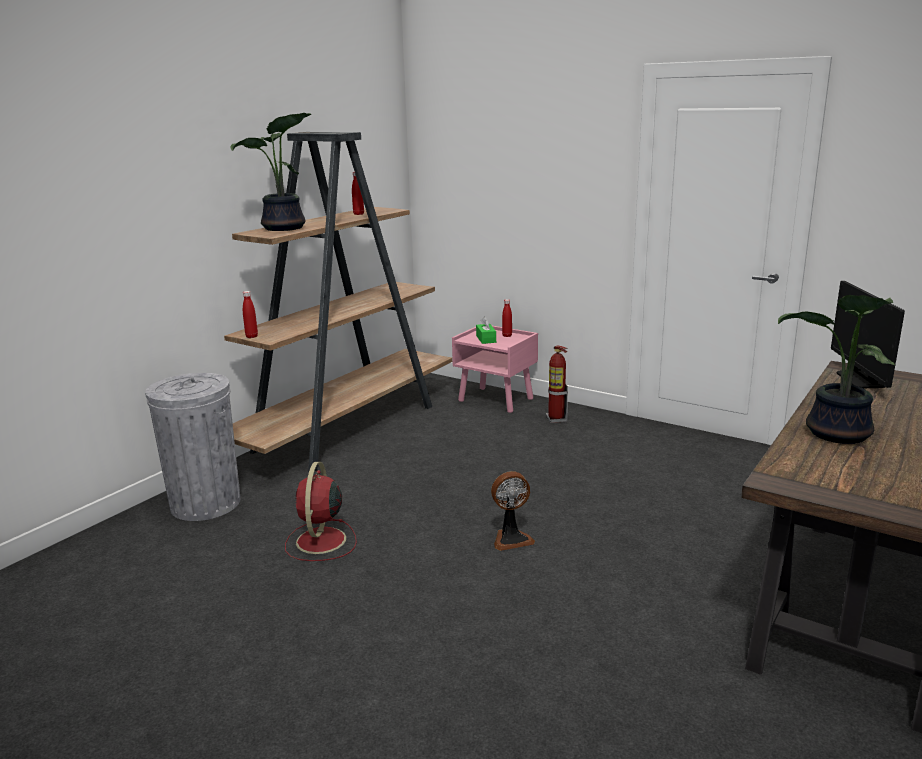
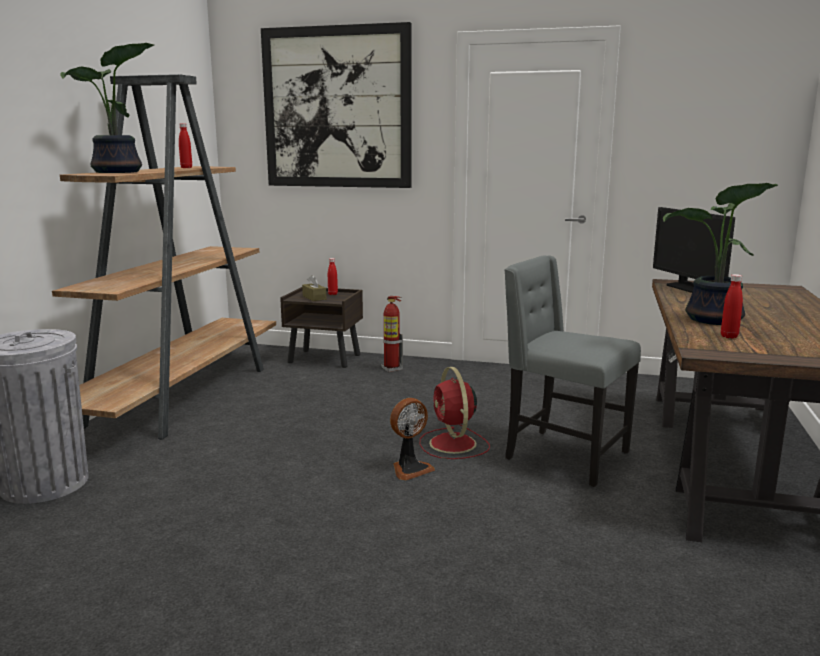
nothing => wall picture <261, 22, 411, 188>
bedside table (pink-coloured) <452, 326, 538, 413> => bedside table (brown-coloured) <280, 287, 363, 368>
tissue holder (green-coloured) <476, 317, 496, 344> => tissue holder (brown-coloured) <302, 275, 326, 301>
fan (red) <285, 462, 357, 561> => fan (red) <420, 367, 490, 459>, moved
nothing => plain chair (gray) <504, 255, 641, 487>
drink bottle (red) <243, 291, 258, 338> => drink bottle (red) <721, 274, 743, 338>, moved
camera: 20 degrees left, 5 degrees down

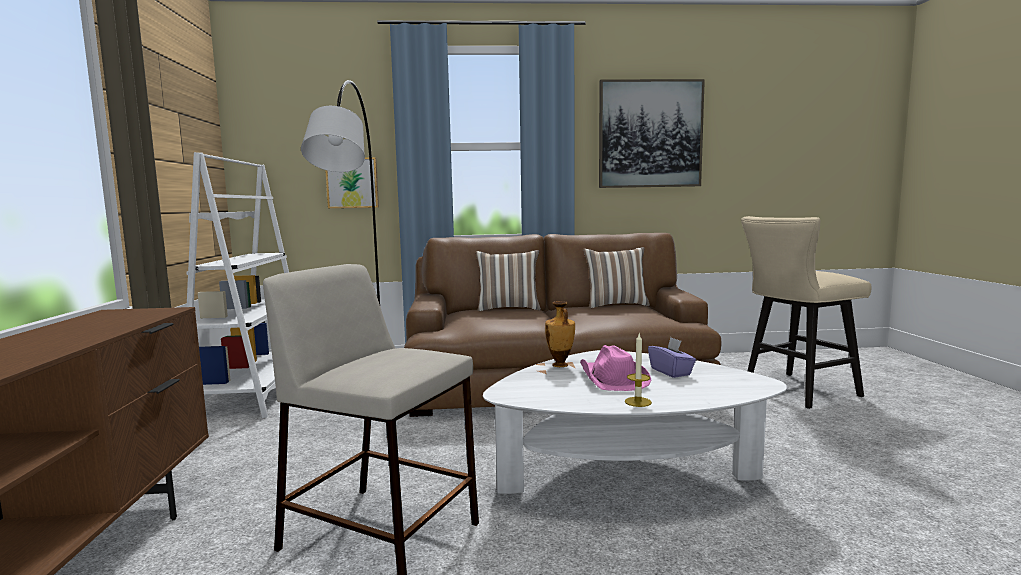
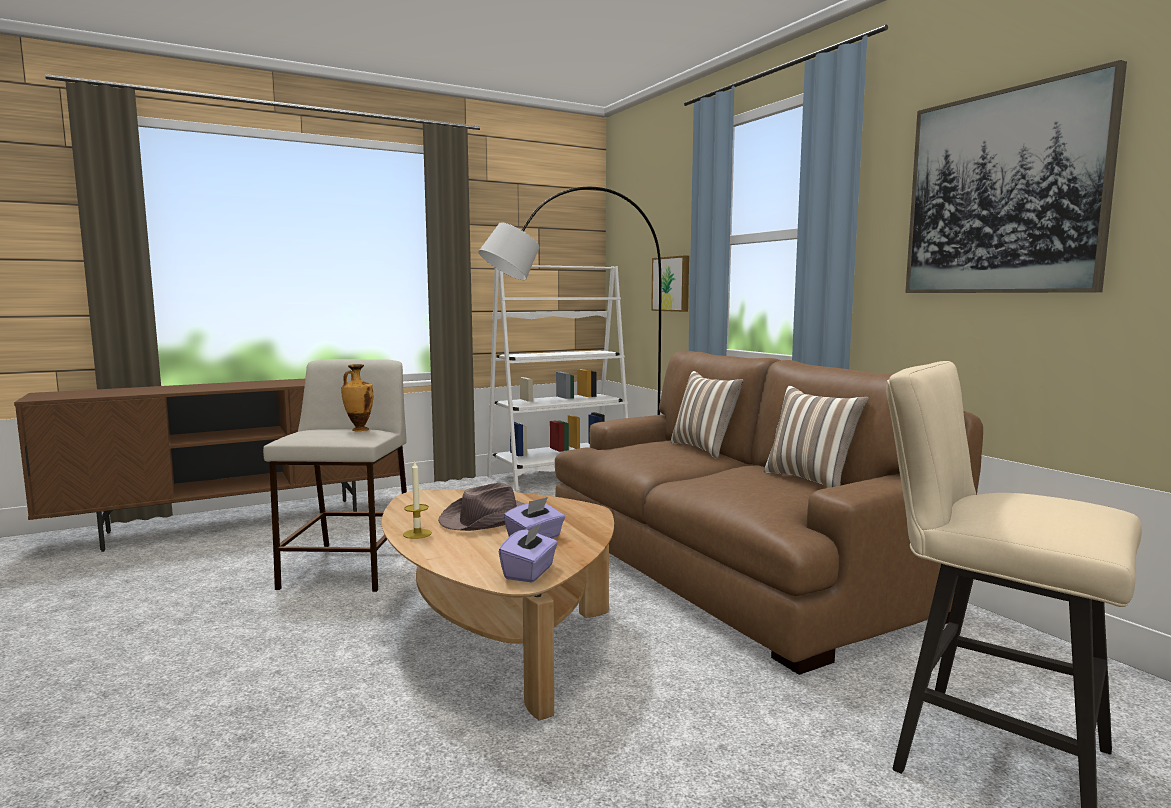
decorative vase <545, 301, 575, 367> => decorative vase <341, 364, 373, 431>, moved
lounge table (white-coloured) <483, 350, 787, 494> => lounge table (brown-coloured) <382, 489, 614, 720>
hat (pink-coloured) <580, 345, 651, 391> => hat (brown-coloured) <438, 482, 525, 531>
nothing => tissue holder (purplish) <499, 523, 558, 583>
camera: 65 degrees right, 0 degrees up

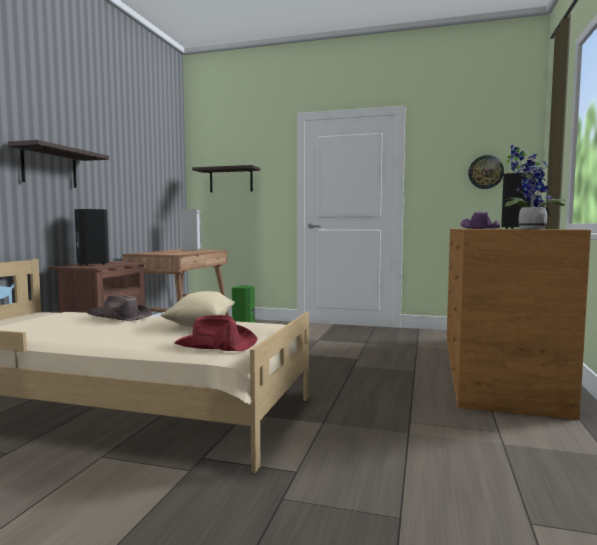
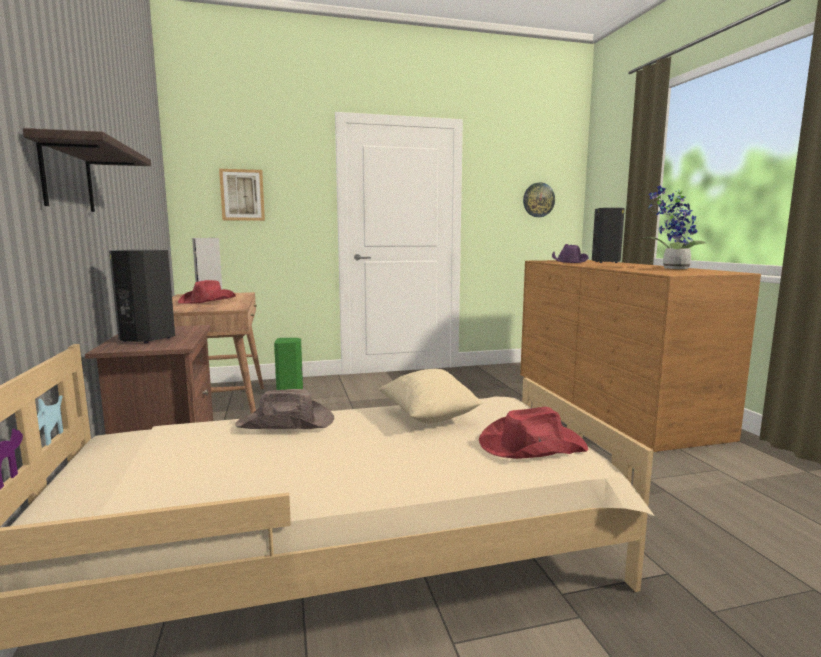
nothing => hat (red) <178, 280, 236, 304>
bracket shelf <192, 165, 260, 192> => wall picture <219, 169, 265, 221>
camera: 30 degrees left, 5 degrees up

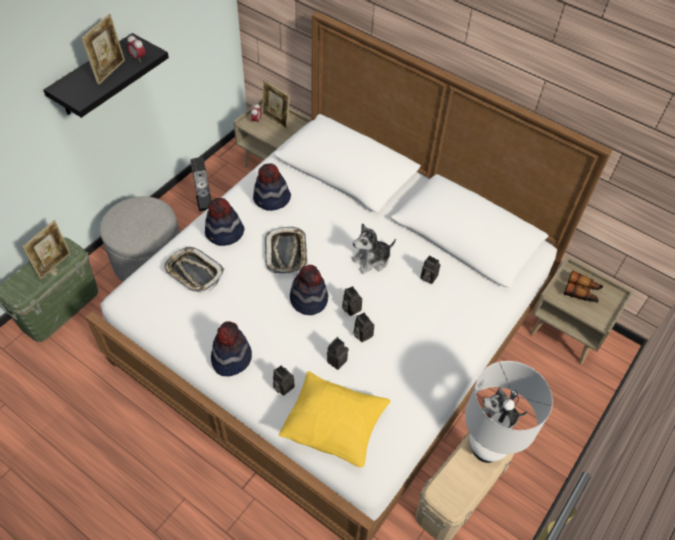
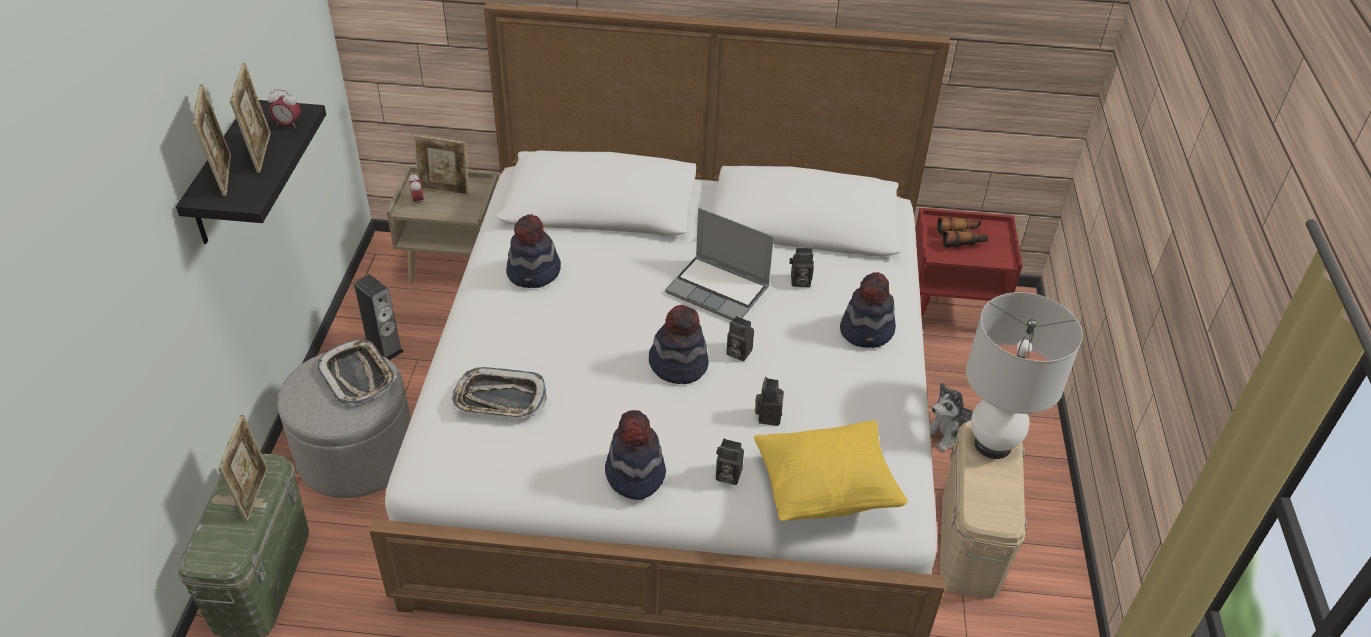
nothing => picture frame <193, 84, 231, 196>
serving tray <265, 227, 307, 274> => serving tray <316, 339, 397, 406>, moved
plush toy <352, 223, 396, 274> => notebook computer <665, 208, 774, 320>
hat <205, 198, 245, 246> => hat <840, 272, 896, 348>, moved
bedside table (beige) <530, 257, 634, 364> => bedside table (red) <915, 208, 1023, 318>
still camera <353, 312, 374, 342> => nothing
camera: 30 degrees left, 10 degrees down

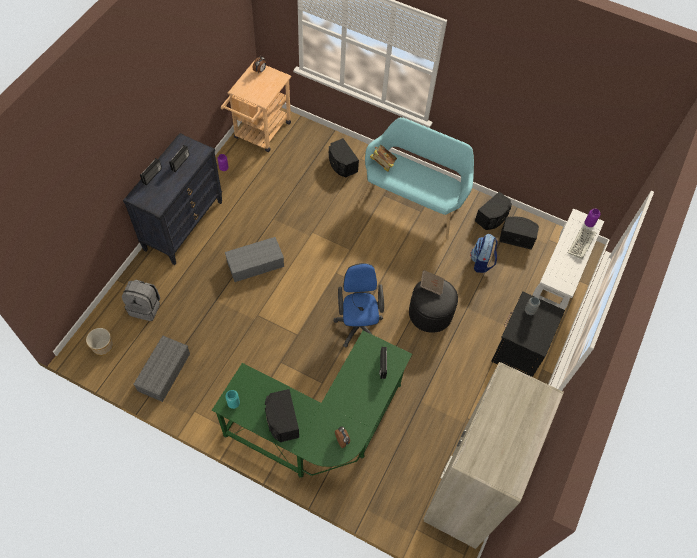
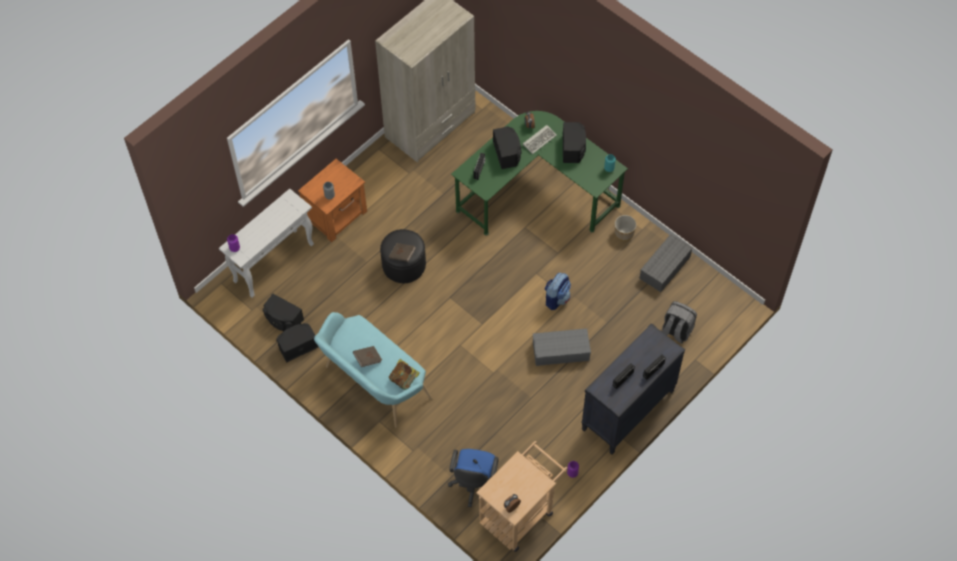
bedside table (blackish) <491, 291, 565, 377> => bedside table (orangey) <298, 159, 367, 242>
nothing => volume (brown-coloured) <353, 346, 382, 367>
office chair (blue-coloured) <334, 263, 384, 348> => office chair (blue-coloured) <448, 449, 499, 507>, moved
loudspeaker (blackish) <329, 138, 359, 178> => loudspeaker (blackish) <493, 126, 521, 169>, moved
PC keyboard <568, 228, 597, 259> => PC keyboard <523, 125, 557, 154>, moved
backpack <470, 234, 498, 273> => backpack <544, 273, 571, 310>, moved
flower pot <86, 328, 113, 355> => flower pot <615, 215, 637, 241>, moved
camera: 160 degrees left, 0 degrees up

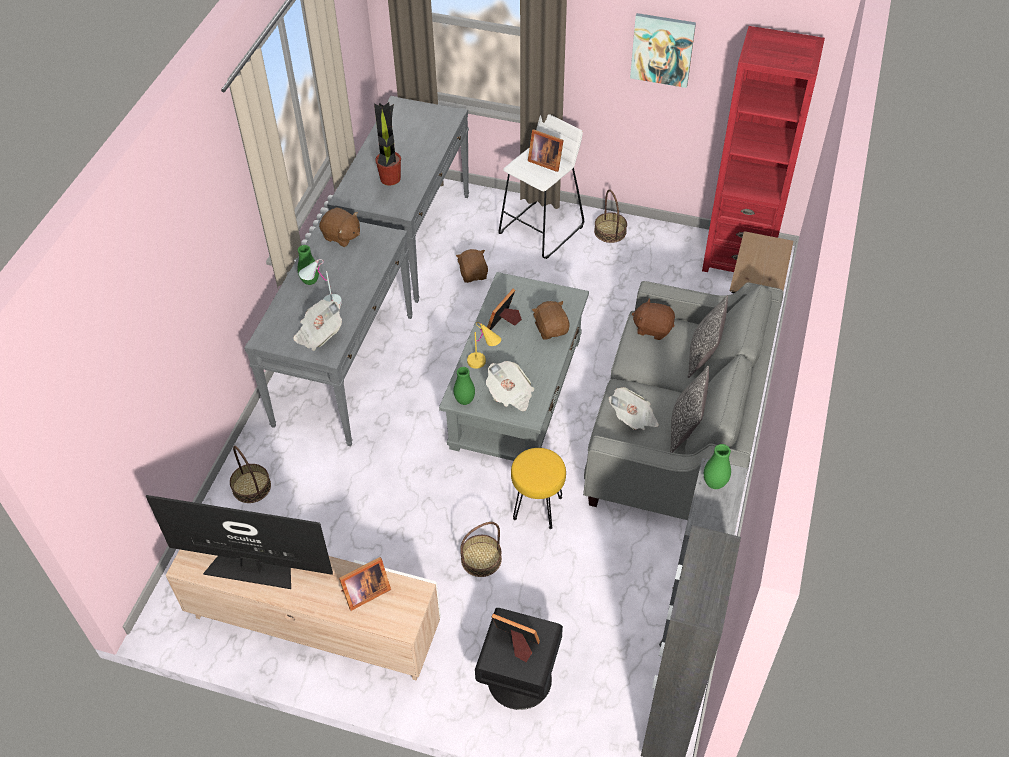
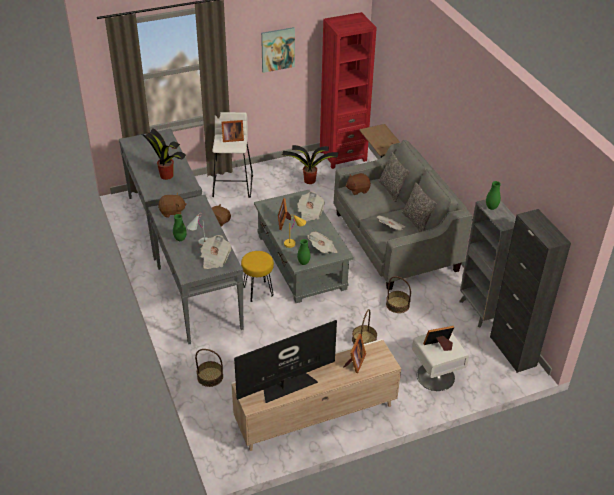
stool (yellow) <511, 448, 566, 529> => stool (yellow) <241, 251, 274, 302>, moved
nothing => plant in a pot <282, 145, 338, 184>
plush toy (brown-coloured) <532, 301, 570, 339> => newspaper <297, 192, 325, 221>
household basket <594, 189, 627, 243> => household basket <386, 276, 411, 313>, moved
bedside table (blackish) <475, 608, 563, 710> => bedside table (white-coloured) <412, 333, 469, 391>
camera: 40 degrees left, 10 degrees down

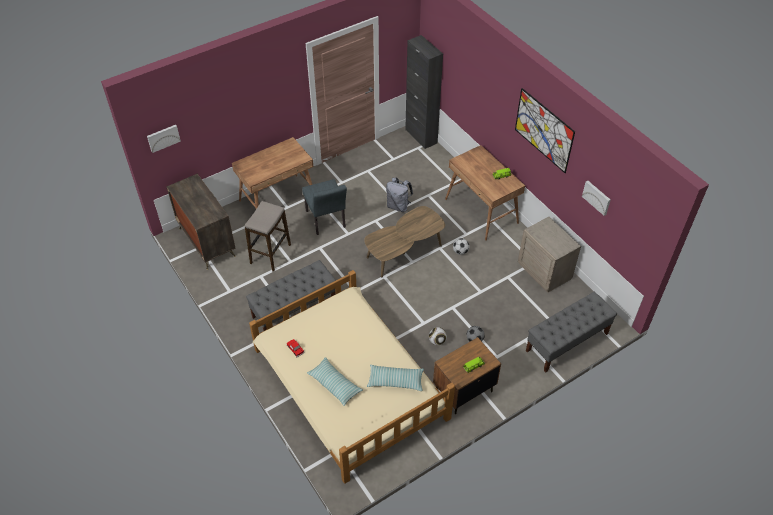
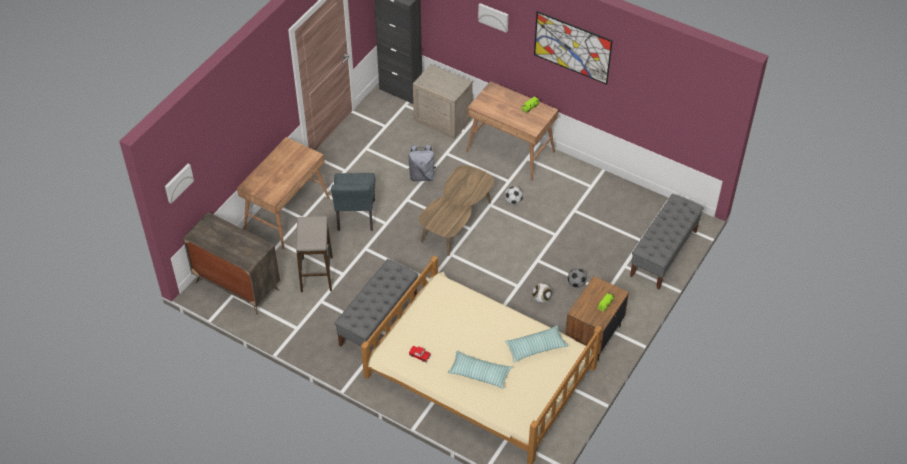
plain chair (gray) <302, 179, 347, 235> => plain chair (gray) <331, 173, 375, 231>, 45 degrees clockwise
bedside table (beige) <518, 217, 581, 292> => bedside table (beige) <413, 64, 473, 139>, moved
wall picture <582, 181, 610, 216> => wall picture <478, 3, 509, 33>, moved
camera: 25 degrees left, 0 degrees up

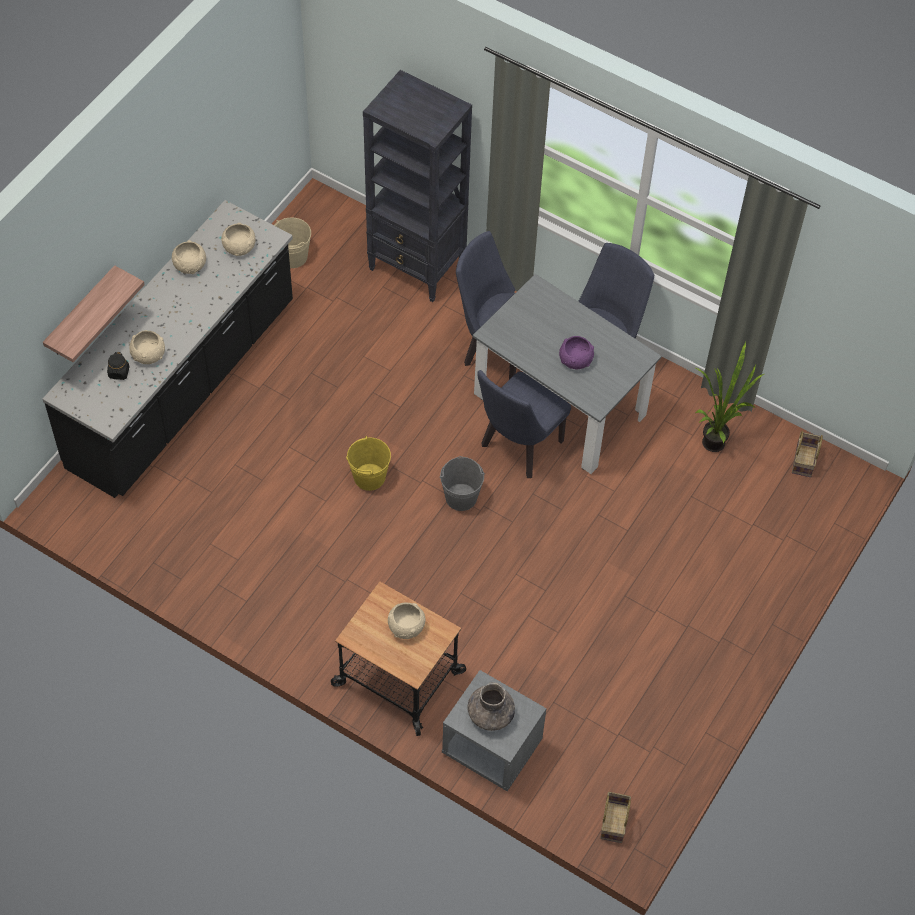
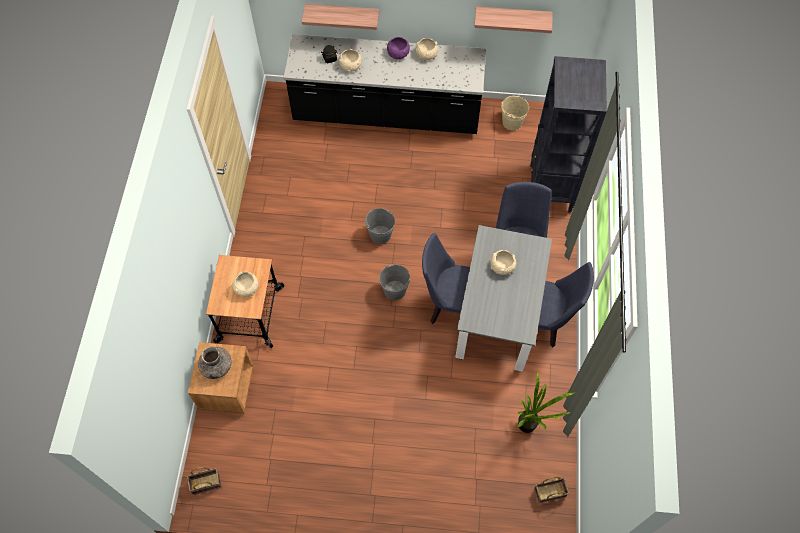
bedside table (gray) <442, 670, 546, 791> => bedside table (brown-coloured) <188, 342, 254, 414>
water bucket (yellow) <346, 436, 391, 491> => water bucket (gray) <365, 208, 395, 244>
deep dish (purplish) <559, 336, 594, 369> => deep dish (purplish) <387, 37, 410, 59>, moved
nothing => bracket shelf <474, 6, 553, 33>
deep dish (beige) <221, 223, 255, 256> => deep dish (beige) <490, 250, 516, 275>, moved
camera: 65 degrees right, 5 degrees up

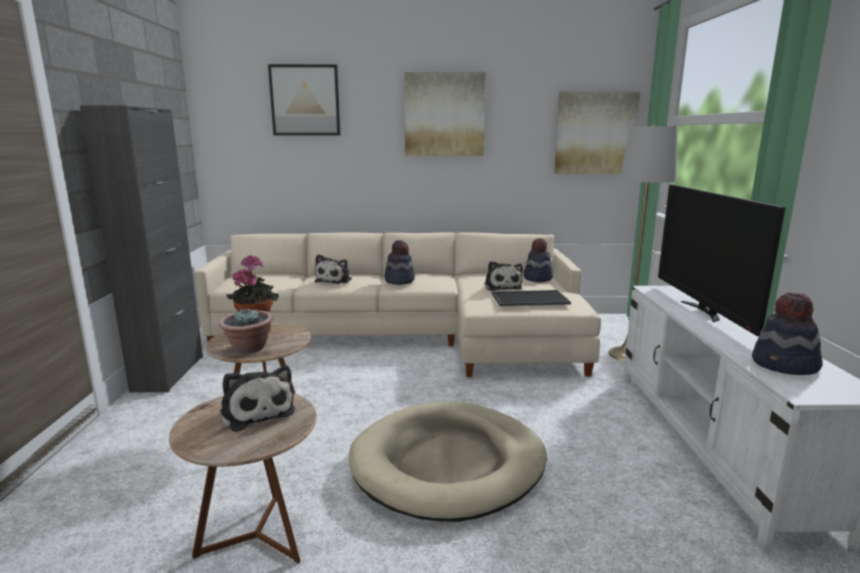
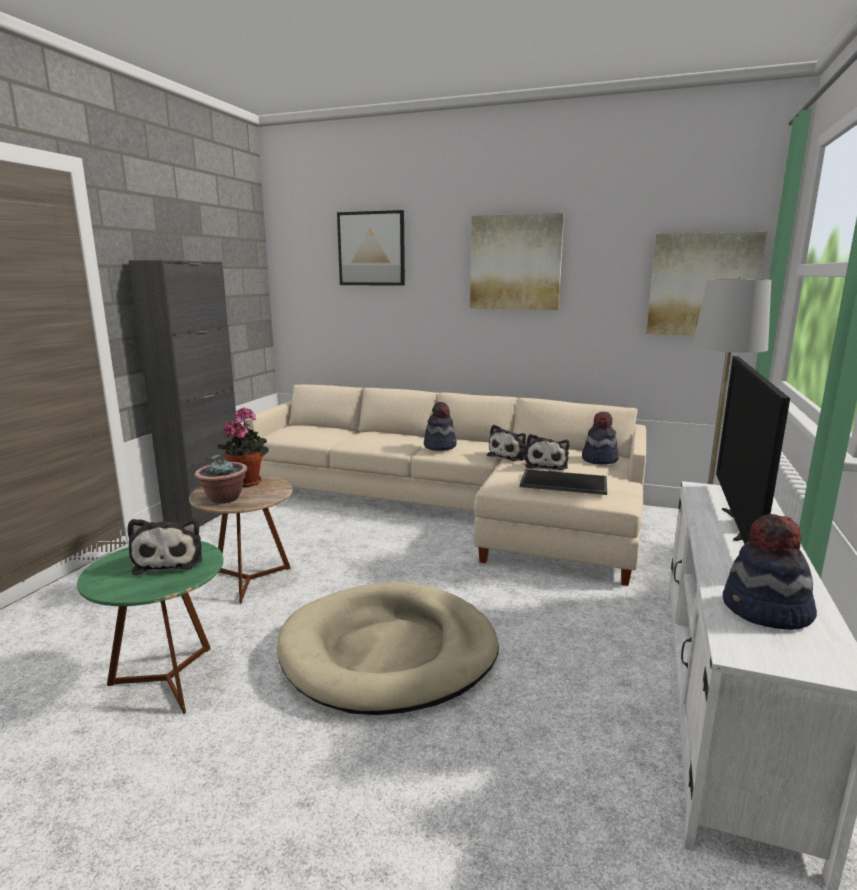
accent table (brown-coloured) <169, 393, 317, 564> => accent table (green-coloured) <77, 541, 223, 714>
plush toy <314, 254, 352, 284> => plush toy <487, 425, 527, 461>, moved
camera: 20 degrees right, 0 degrees up

